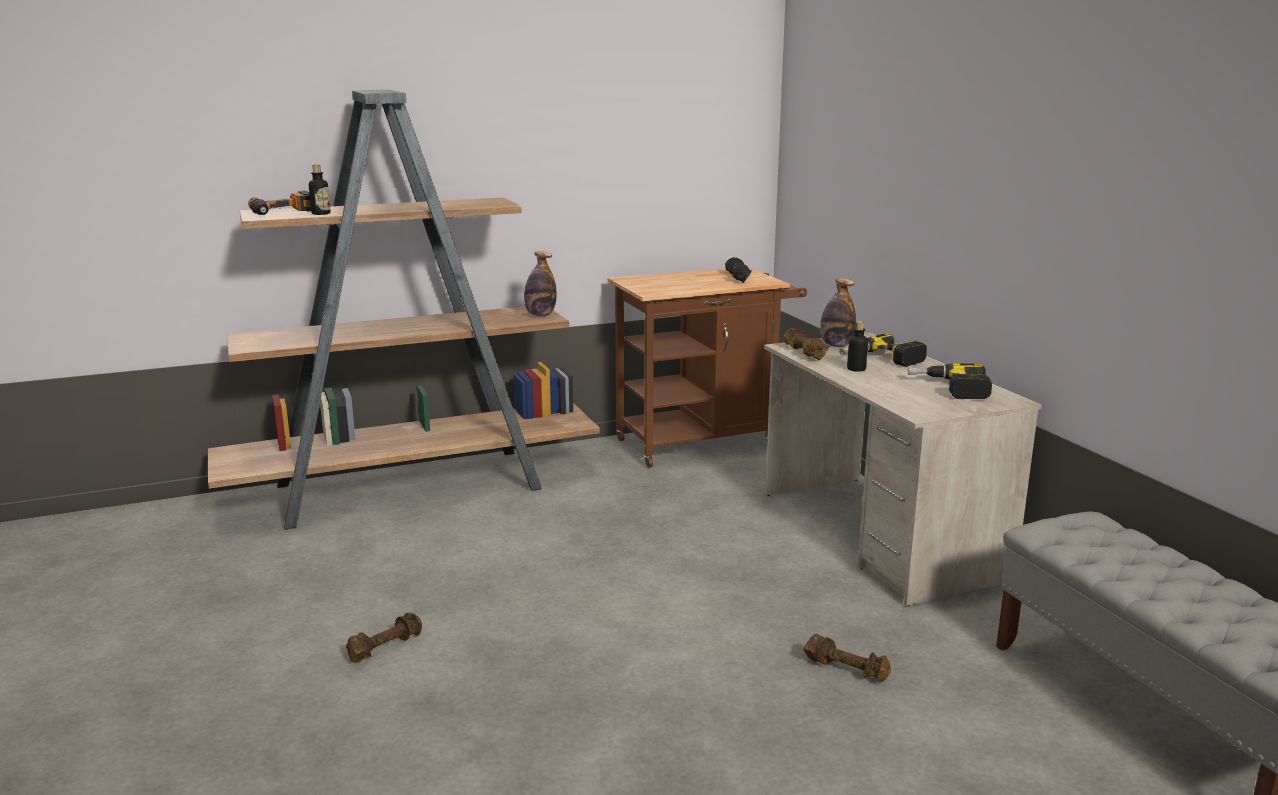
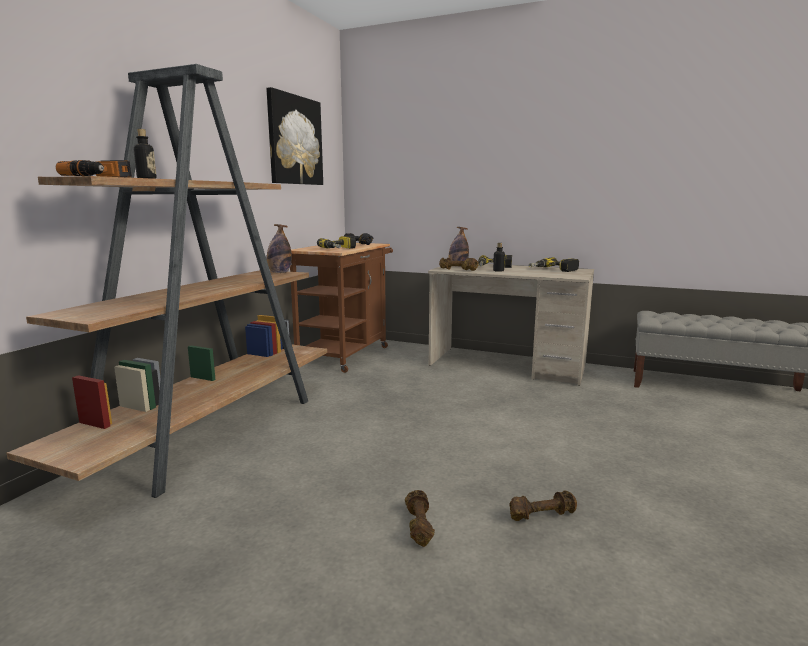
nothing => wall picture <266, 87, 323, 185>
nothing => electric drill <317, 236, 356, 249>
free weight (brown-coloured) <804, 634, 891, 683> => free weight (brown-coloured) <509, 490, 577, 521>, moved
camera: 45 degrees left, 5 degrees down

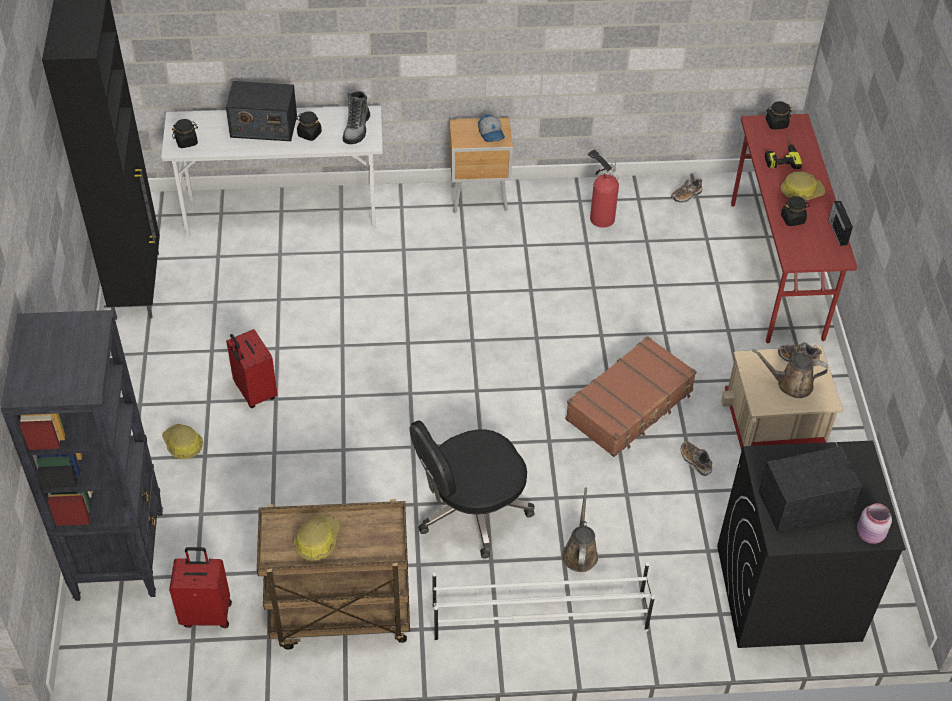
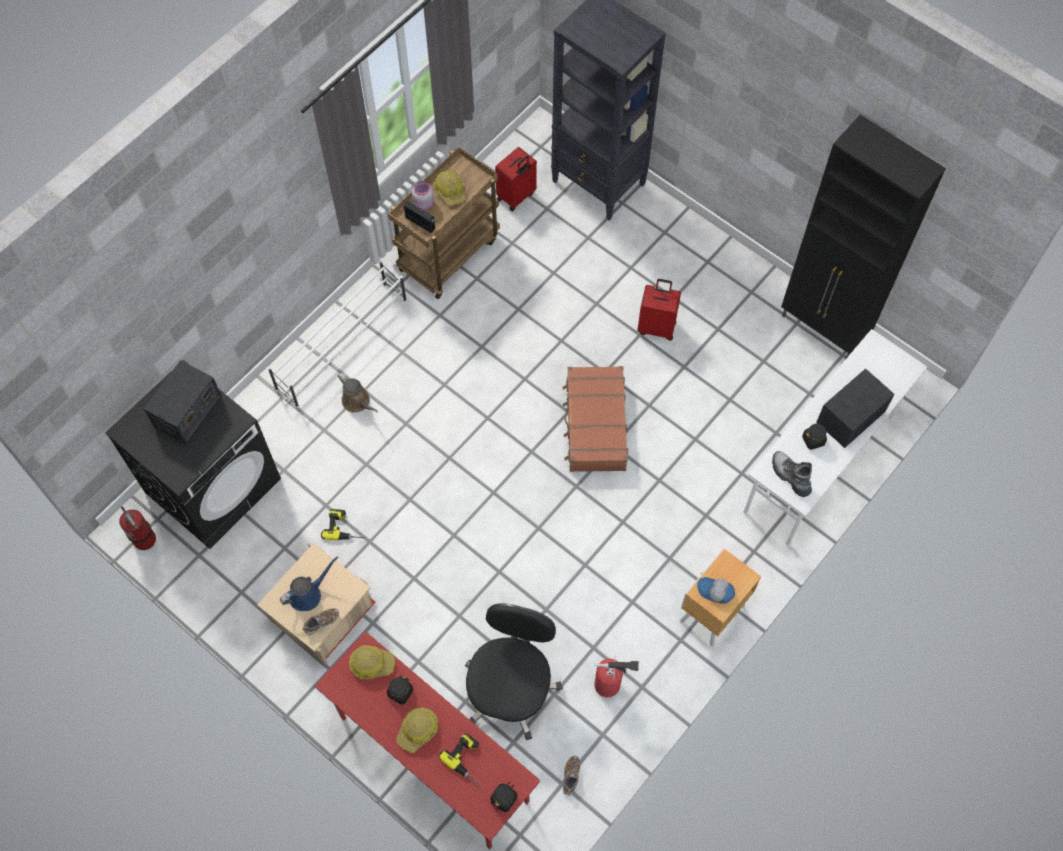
nothing => extinguisher <119, 507, 156, 550>
watering pot (brown-coloured) <752, 349, 828, 398> => watering pot (blue-coloured) <280, 556, 338, 611>
item of footwear <681, 442, 712, 476> => electric drill <321, 509, 365, 540>
work helmet <162, 424, 203, 459> => work helmet <349, 645, 395, 679>, moved
radio receiver <828, 201, 853, 246> => radio receiver <404, 201, 435, 233>, moved
storage jar (pink-coloured) <857, 503, 892, 544> => storage jar (pink-coloured) <412, 181, 434, 210>, moved
office chair (blackish) <409, 420, 535, 558> => office chair (blackish) <465, 603, 562, 740>, moved
travel case (brown-coloured) <566, 336, 697, 457> => travel case (brown-coloured) <563, 366, 628, 472>, moved
storage jar (blackish) <172, 119, 198, 148> => nothing
camera: 135 degrees right, 15 degrees up

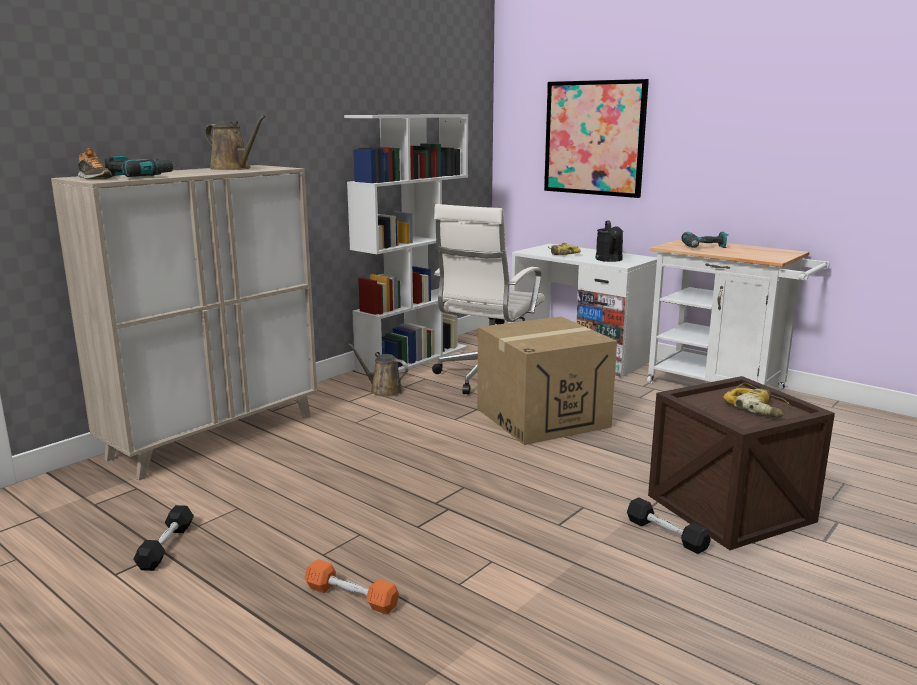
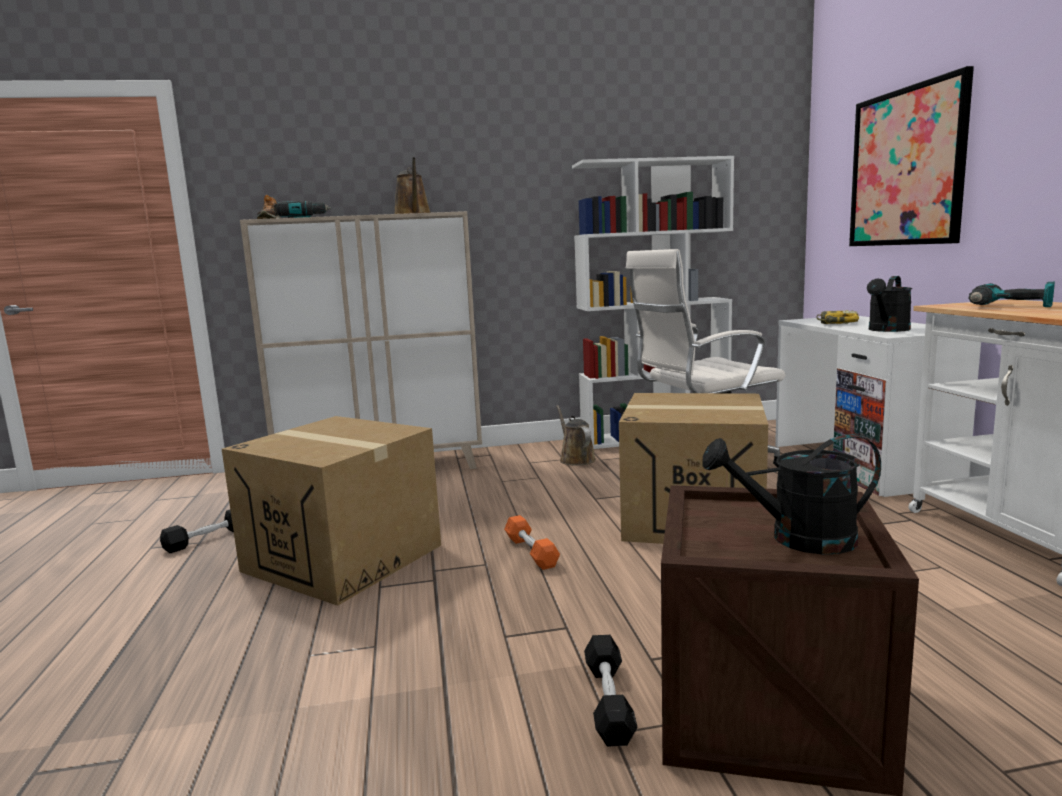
nothing => packing box <222, 416, 441, 606>
free weight (orangey) <305, 559, 399, 615> => free weight (orangey) <504, 515, 560, 570>, moved
electric drill <723, 383, 789, 418> => watering pot (blackish) <702, 434, 881, 554>
camera: 40 degrees right, 5 degrees down

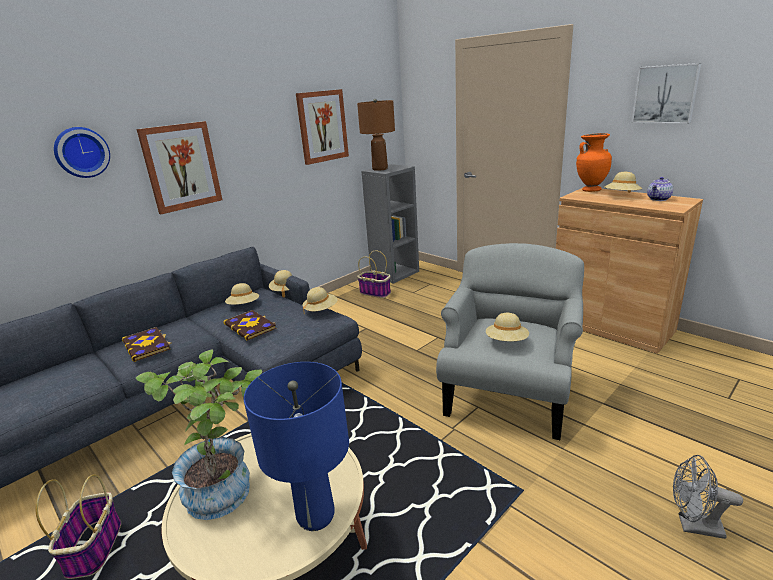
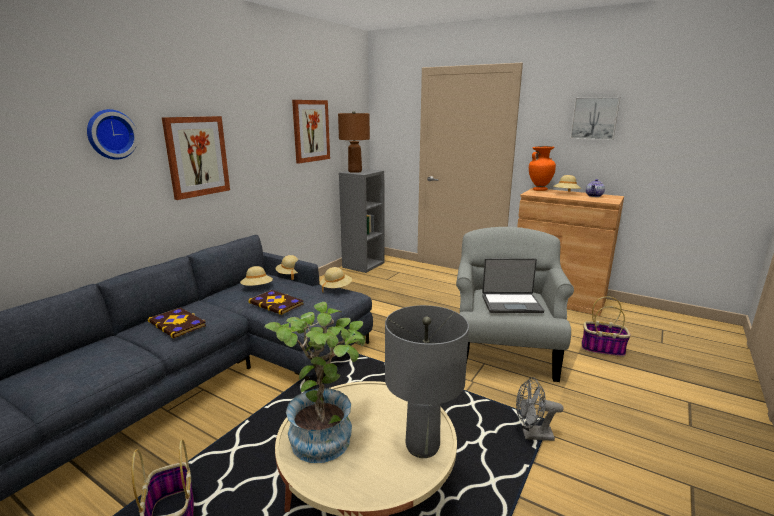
table lamp (blue-coloured) <244, 362, 349, 531> => table lamp (gray) <385, 305, 469, 458>
hat (beige) <486, 313, 529, 341> => notebook computer <482, 258, 544, 313>
fan (gray) <673, 455, 743, 539> => fan (gray) <516, 377, 564, 441>, moved
household basket <357, 250, 391, 298> => household basket <581, 296, 631, 357>, moved
camera: 15 degrees left, 5 degrees down

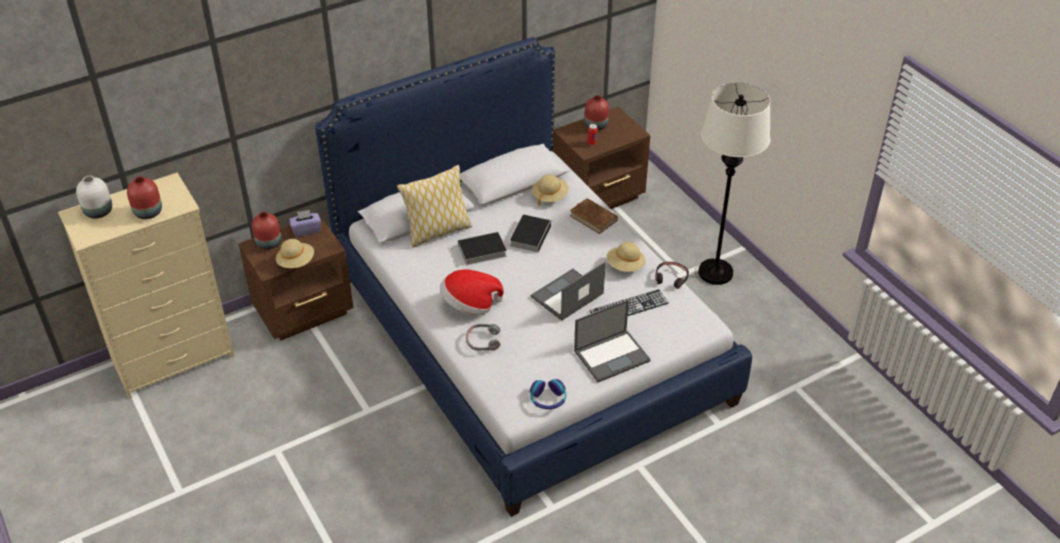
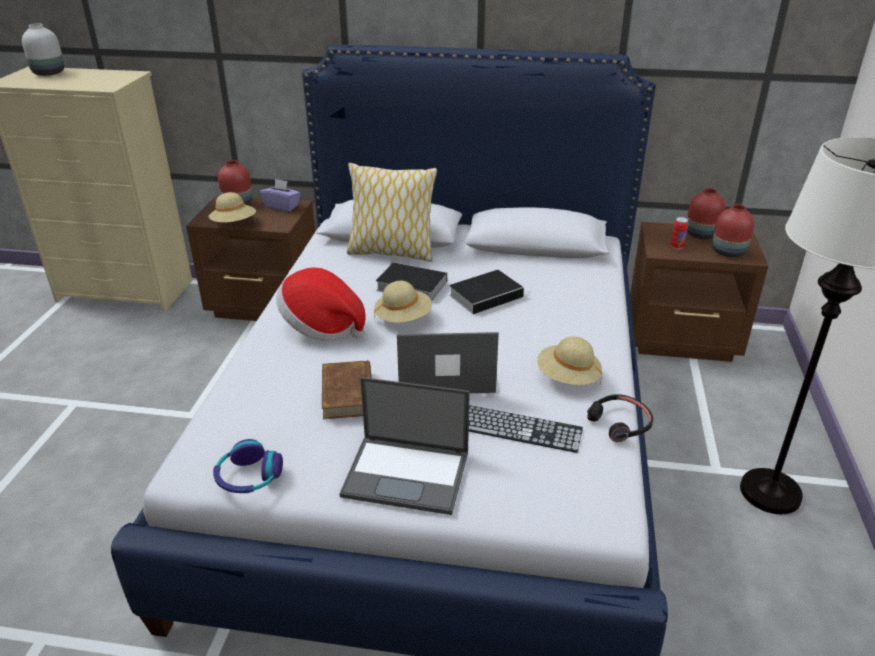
volume (brown-coloured) <570, 198, 618, 234> => volume (brown-coloured) <322, 360, 371, 419>, moved
hat (beige) <532, 175, 569, 206> => hat (beige) <374, 281, 432, 323>, moved
decorative vase (red) <127, 176, 162, 219> => decorative vase (red) <712, 204, 754, 257>, moved
headphones (gray) <466, 324, 500, 351> => nothing
camera: 40 degrees right, 10 degrees down

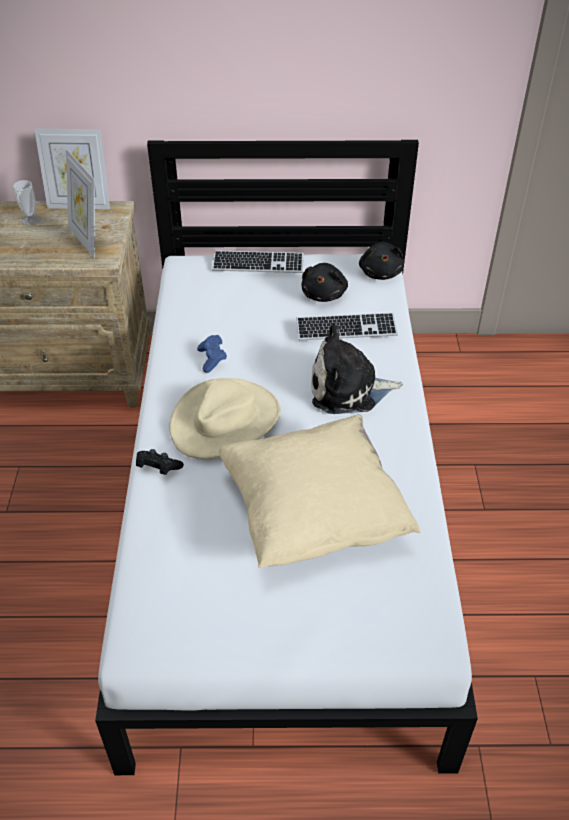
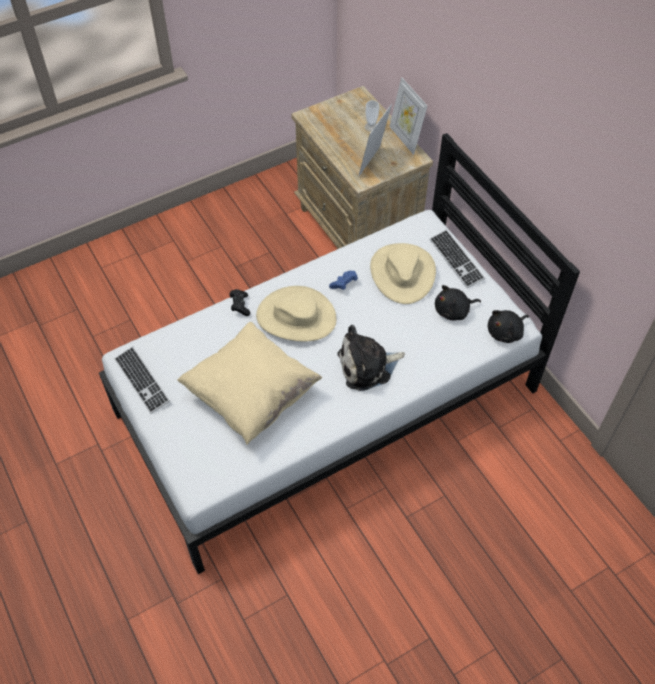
PC keyboard <296, 313, 398, 341> => PC keyboard <114, 347, 170, 414>, moved
plush toy <311, 323, 403, 414> => plush toy <337, 325, 405, 391>, 75 degrees counterclockwise
nothing => hat (beige) <370, 243, 436, 304>
camera: 60 degrees right, 10 degrees up

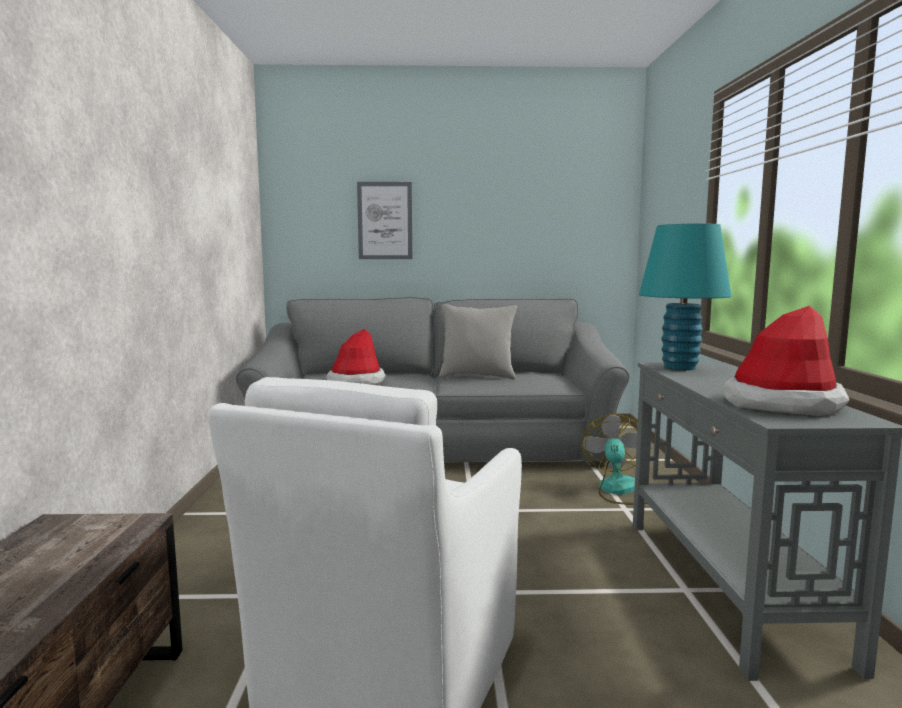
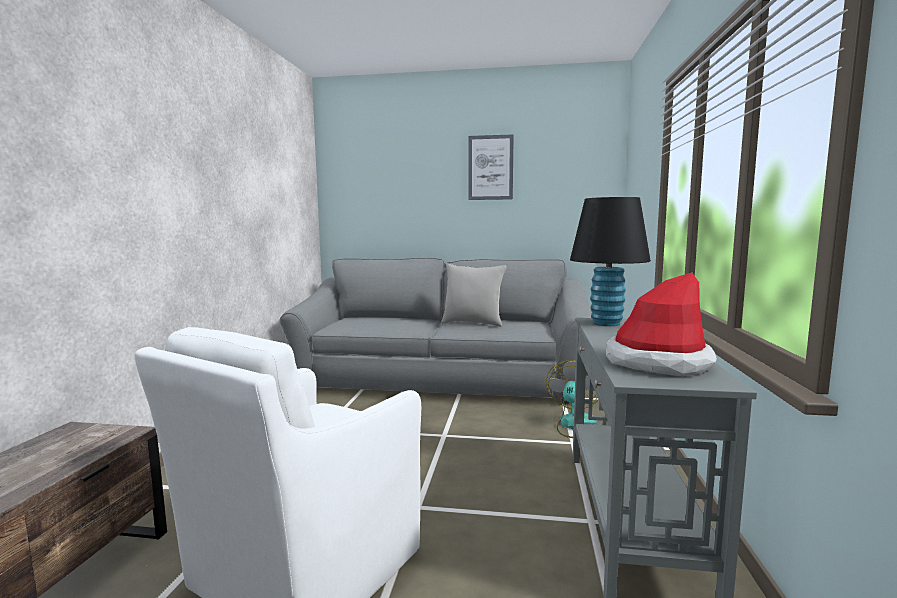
wall picture <357, 182, 412, 259> => wall picture <468, 134, 514, 200>, moved
table lamp (turquoise-coloured) <639, 224, 732, 370> => table lamp (blackish) <570, 197, 651, 326>
hat <327, 329, 386, 385> => nothing
camera: 10 degrees right, 0 degrees up

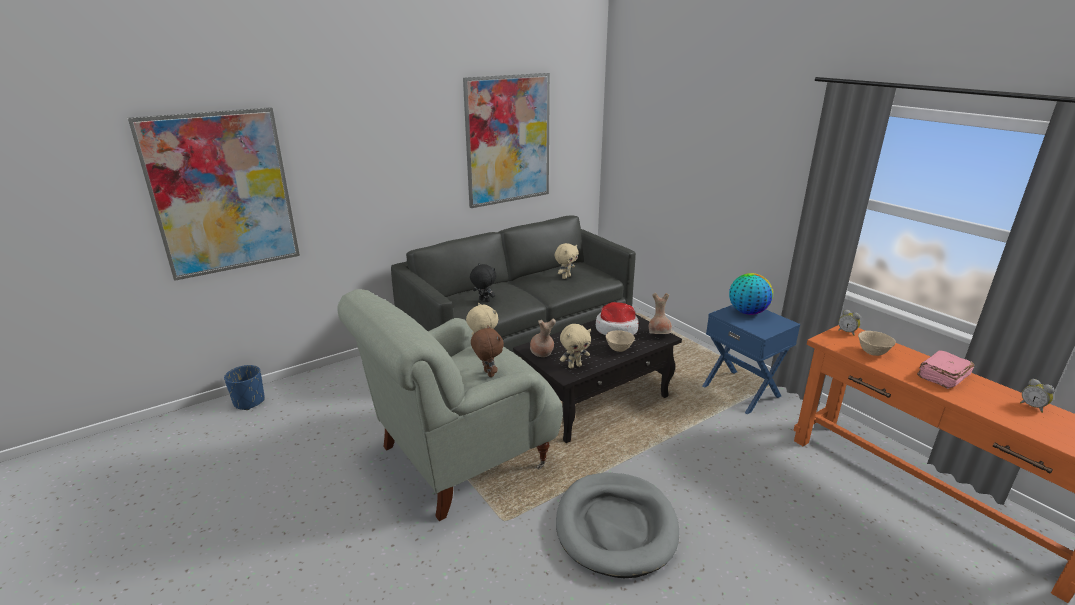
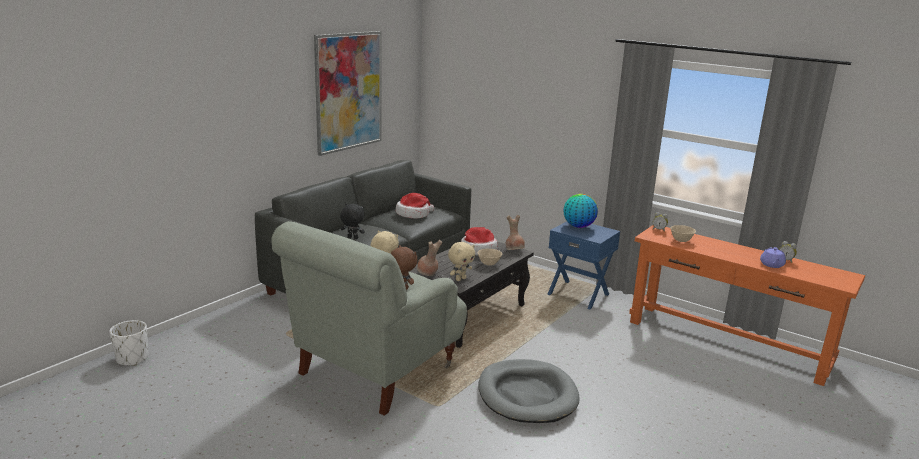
flower pot (blue-coloured) <224, 365, 265, 410> => flower pot (white-coloured) <109, 320, 148, 365>
plush toy (beige) <555, 243, 579, 279> => hat <396, 193, 434, 219>
nothing => pot for tea (purplish) <760, 247, 786, 268>
wall picture <128, 107, 300, 281> => nothing
volume (pink-coloured) <917, 350, 975, 389> => nothing
camera: 20 degrees left, 5 degrees down

